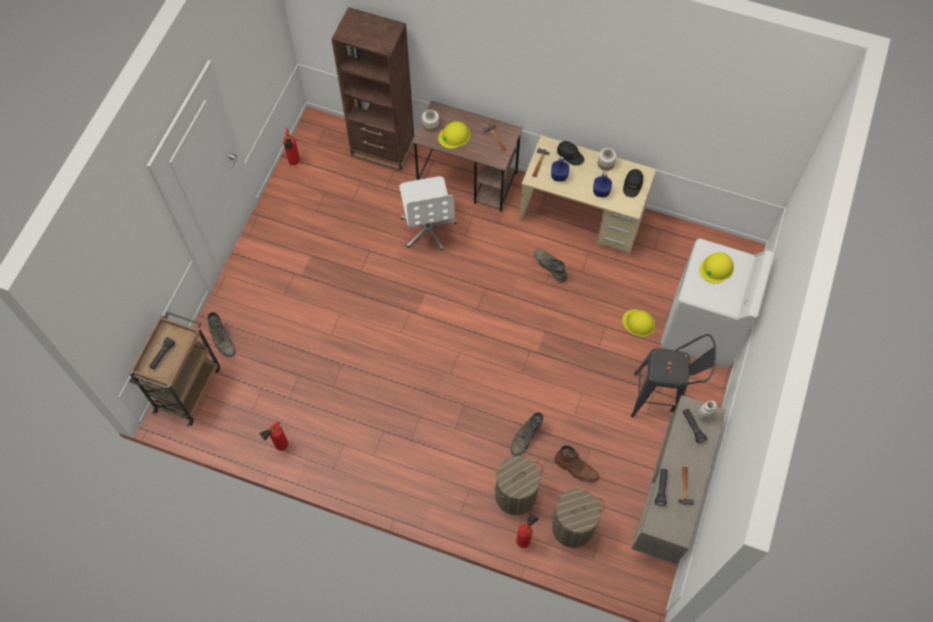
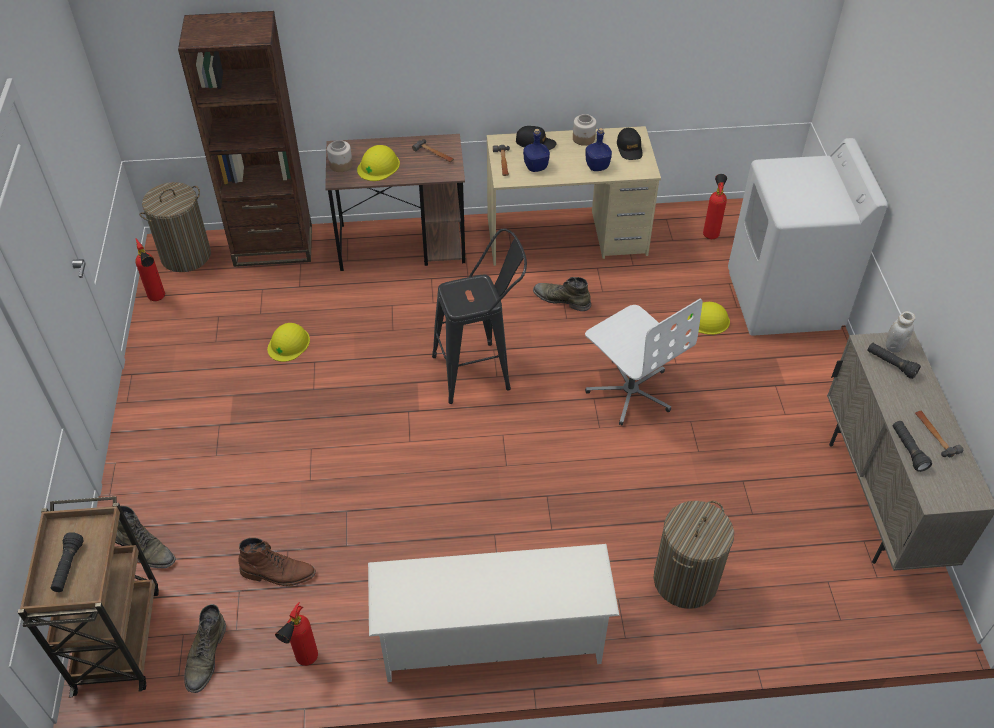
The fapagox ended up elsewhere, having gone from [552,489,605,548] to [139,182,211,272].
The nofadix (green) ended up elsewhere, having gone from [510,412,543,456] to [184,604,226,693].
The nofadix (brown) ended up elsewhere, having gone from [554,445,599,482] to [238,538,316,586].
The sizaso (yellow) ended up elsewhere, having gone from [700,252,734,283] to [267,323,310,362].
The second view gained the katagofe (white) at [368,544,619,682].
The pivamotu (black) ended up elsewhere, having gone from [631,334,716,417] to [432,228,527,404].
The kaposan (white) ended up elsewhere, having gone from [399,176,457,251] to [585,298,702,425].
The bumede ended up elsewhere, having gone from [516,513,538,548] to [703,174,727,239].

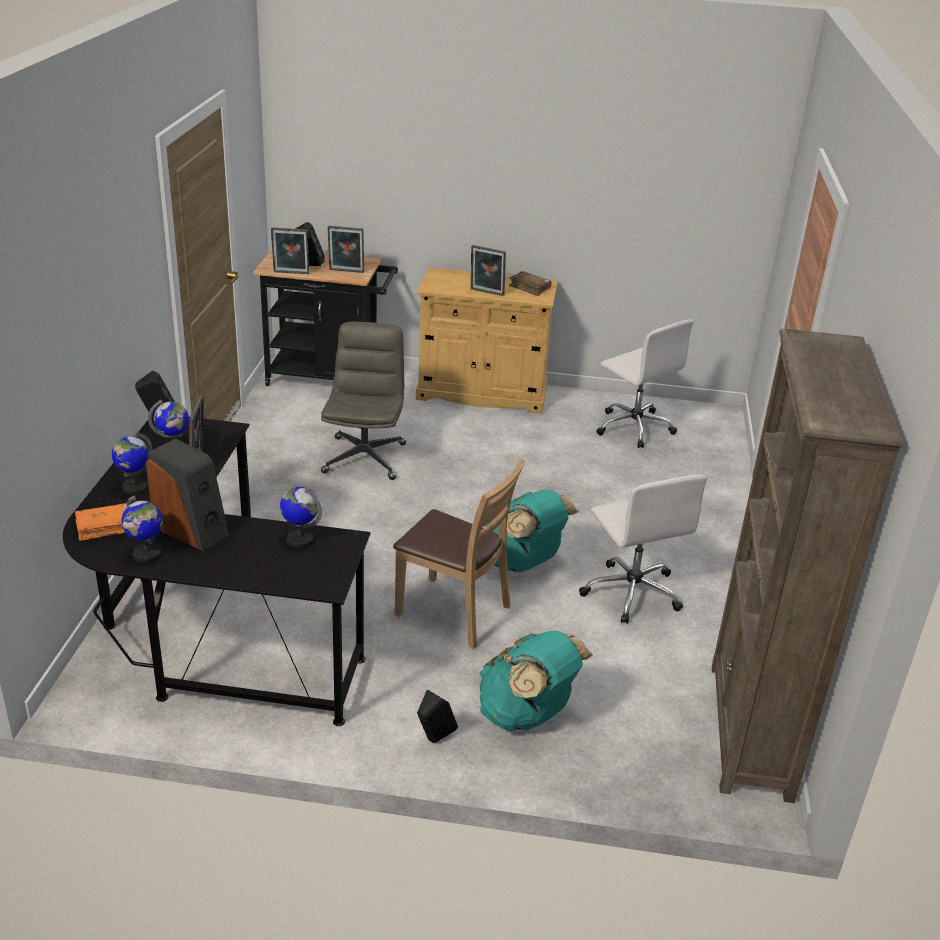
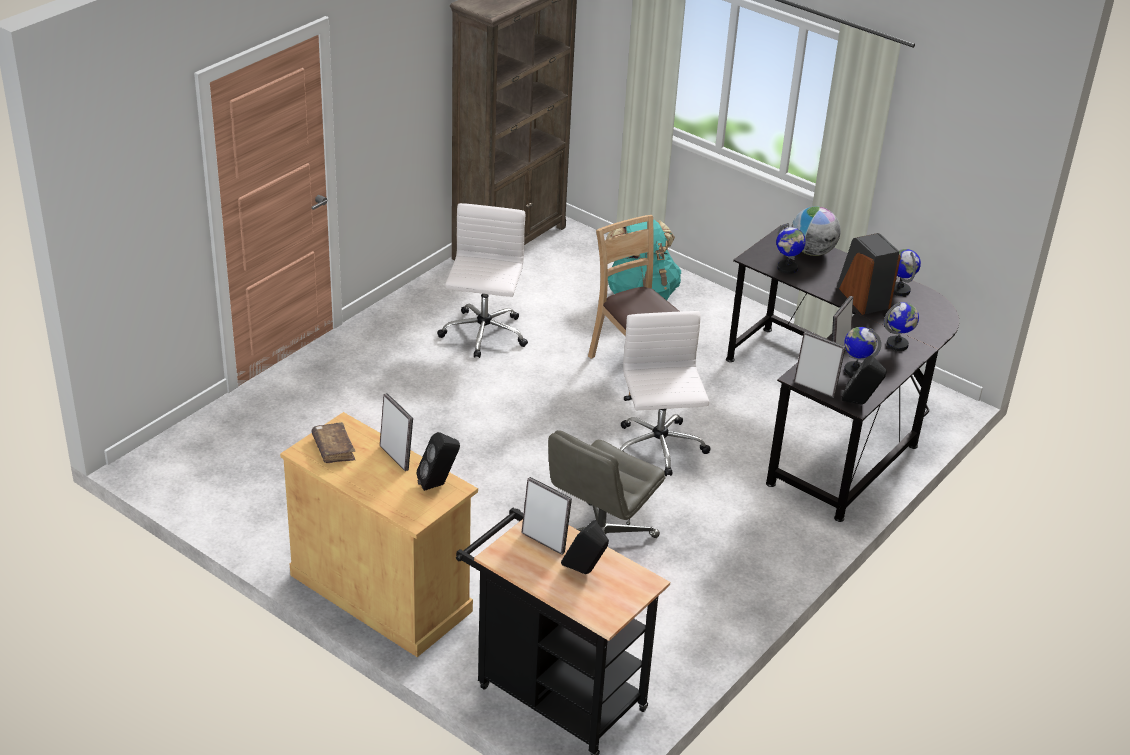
The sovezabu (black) ended up elsewhere, having gone from [417,690,458,743] to [416,432,460,491].
The kaposan (white) ended up elsewhere, having gone from [596,319,694,448] to [620,311,711,476].
The second view gained the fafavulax at [791,206,841,256].
The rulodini ended up elsewhere, having gone from [271,227,309,274] to [794,331,846,398].
The second view lost the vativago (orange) at [75,503,127,541].
The second view lost the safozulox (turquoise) at [486,489,578,572].

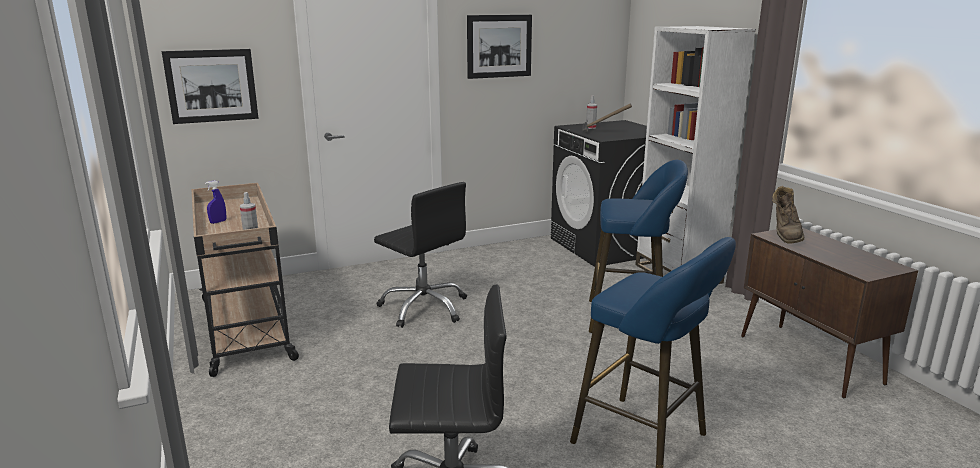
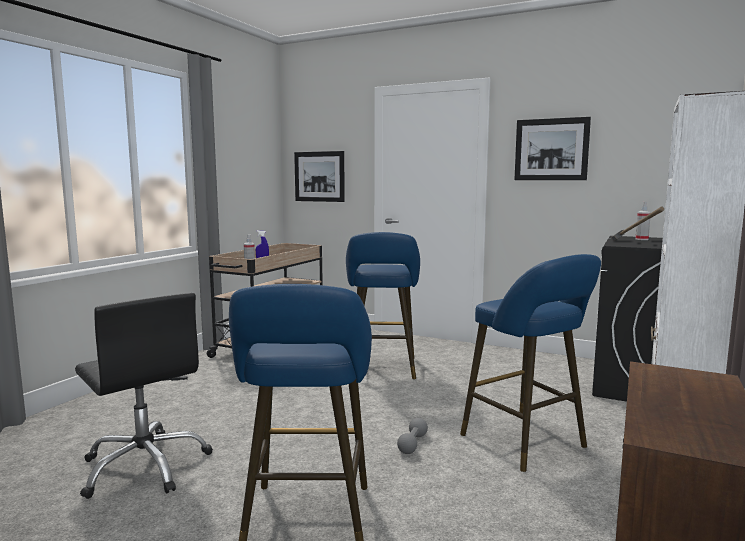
Where the kaposan (black) stood at [374,182,467,328], the pivamotu (blue) came to stand at [346,232,420,379].
The second view gained the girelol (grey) at [397,418,428,454].
The second view lost the nofadix (brown) at [772,186,804,244].

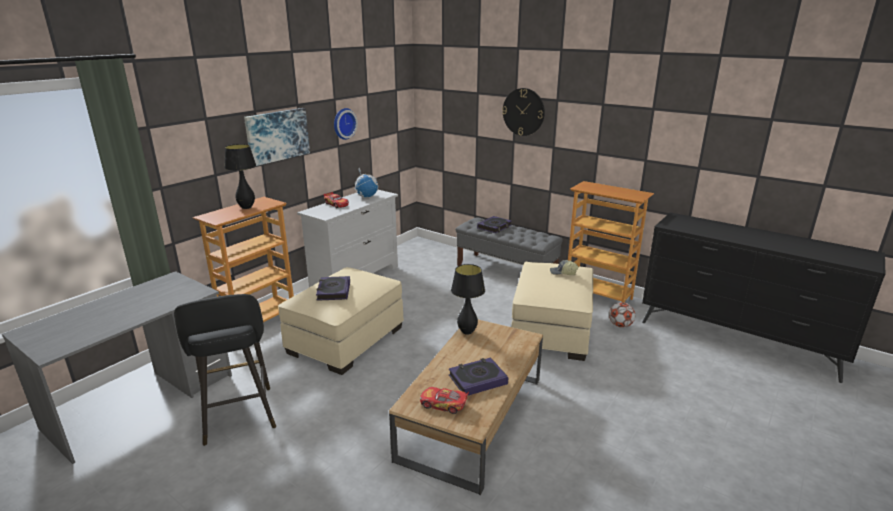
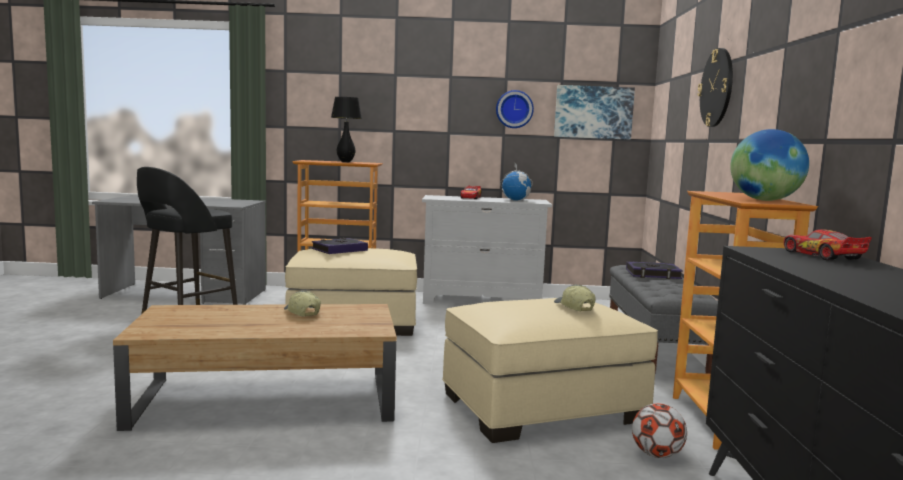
The second view gained the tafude at [284,290,321,317].
The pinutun ended up elsewhere, having gone from [244,108,310,166] to [554,85,635,140].
The second view gained the fafavulax at [730,129,809,201].
The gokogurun ended up elsewhere, having gone from [420,387,469,414] to [784,229,872,260].
The second view lost the vativago at [449,357,508,395].
The second view lost the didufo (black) at [451,264,485,335].

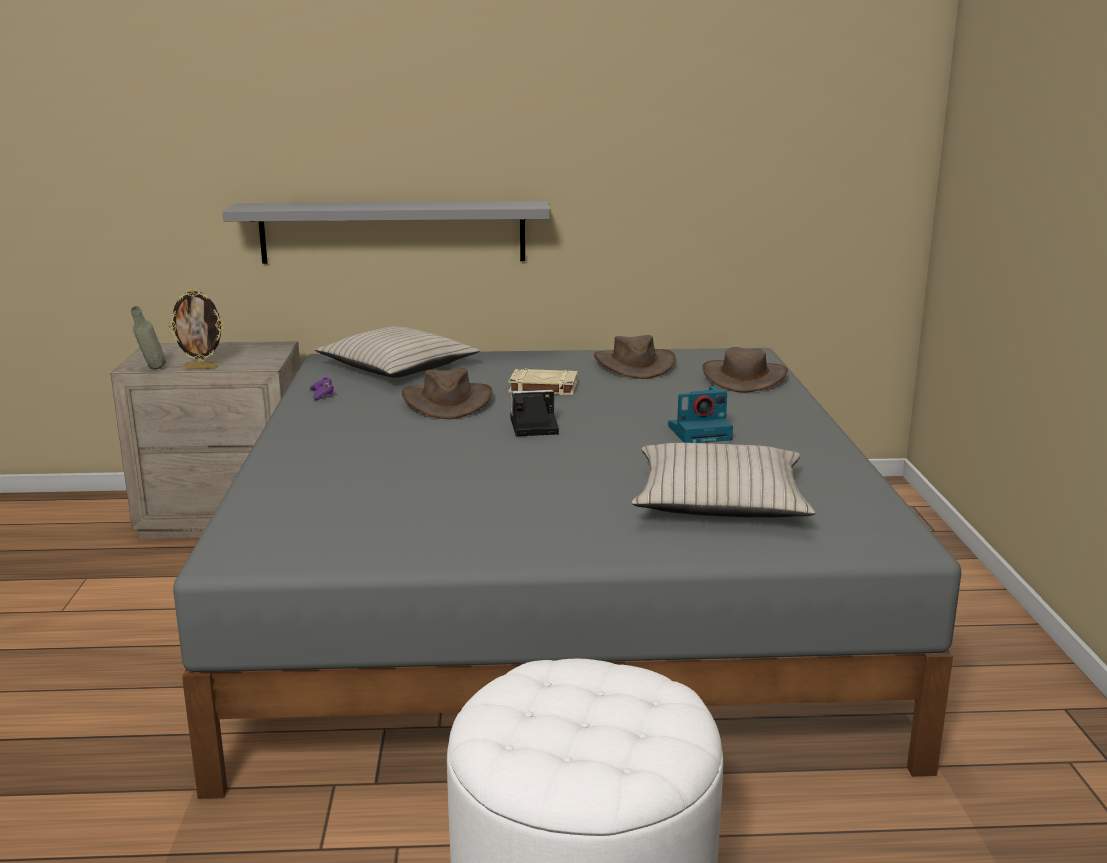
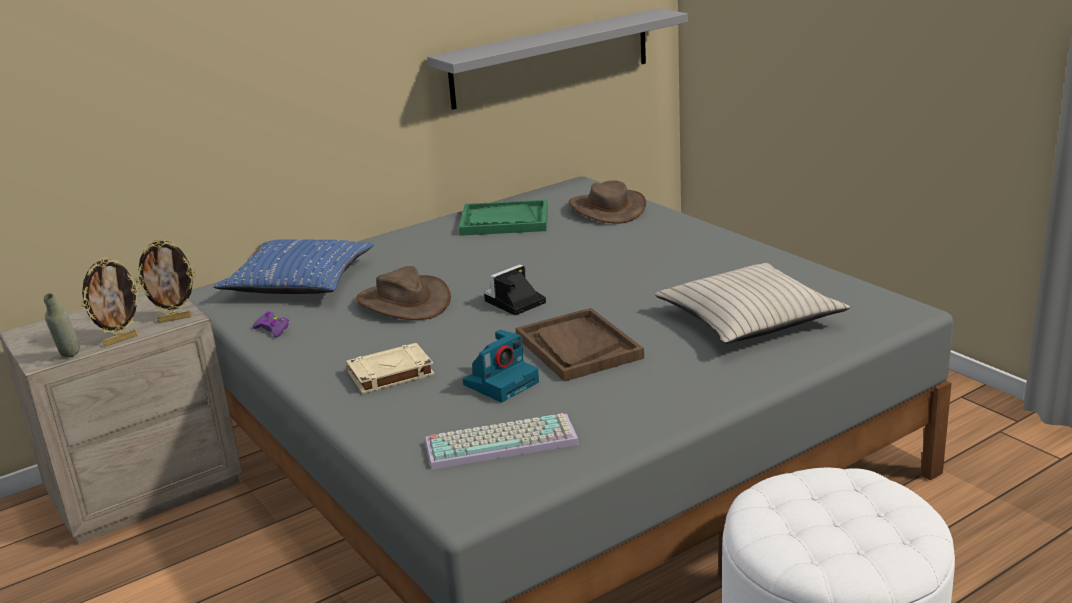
The second view gained the rulodini at [135,239,196,323].
What was the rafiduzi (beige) at [315,326,479,377] turned into the rafiduzi (blue) at [214,239,374,294].
The vativago (beige) ended up elsewhere, having gone from [508,369,578,395] to [346,343,435,394].
The second view gained the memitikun at [425,413,579,470].
The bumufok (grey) ended up elsewhere, having gone from [222,201,550,264] to [427,8,688,110].
Where the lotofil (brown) stood at [594,335,676,379], the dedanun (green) came to stand at [459,200,548,236].
The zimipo ended up elsewhere, having gone from [668,386,733,443] to [463,330,539,402].
The second view gained the dedanun (brown) at [516,308,644,382].

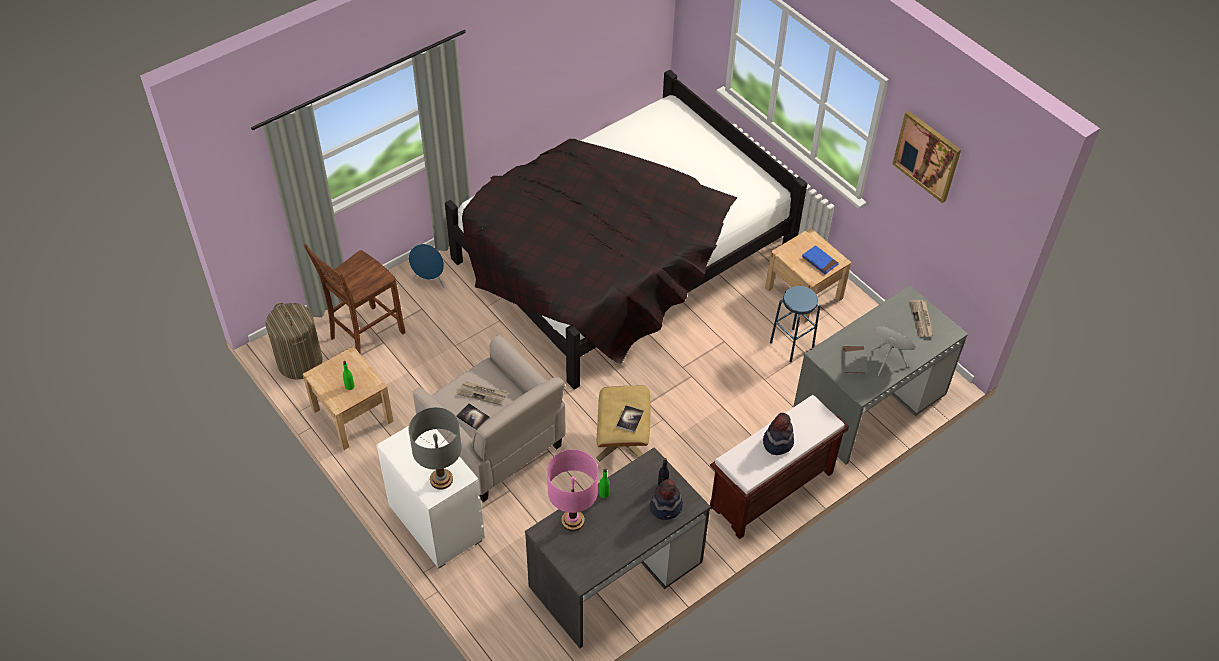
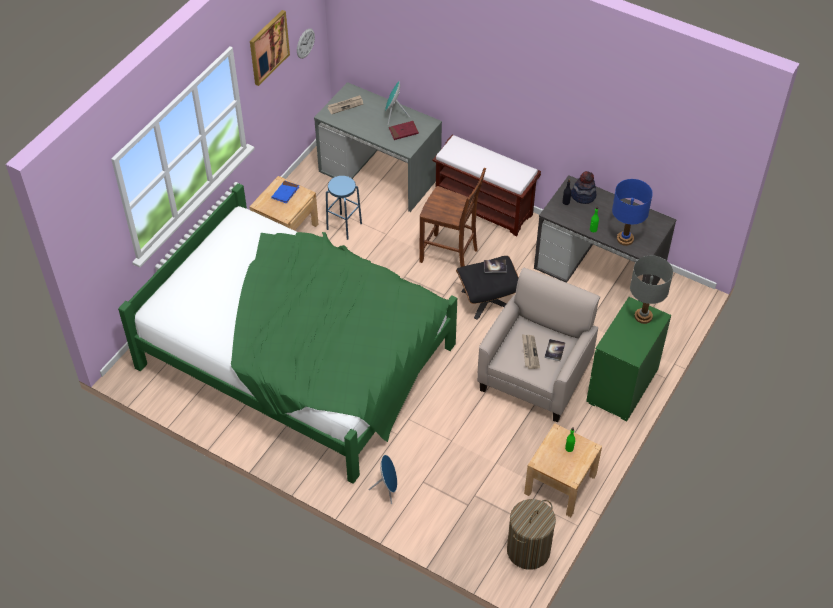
What was the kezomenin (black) at [445,70,807,390] turned into the kezomenin (green) at [118,183,457,484].
The second view gained the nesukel at [297,28,315,59].
What was the vativago (grey) at [842,346,868,375] turned into the vativago (red) at [389,121,419,140].
The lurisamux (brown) ended up elsewhere, having gone from [304,244,405,354] to [419,168,486,267].
What was the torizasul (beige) at [596,385,650,461] turned into the torizasul (black) at [456,256,519,320].
What was the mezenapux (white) at [377,426,485,569] turned into the mezenapux (green) at [586,297,671,422].
What was the didufo (pink) at [547,450,598,531] turned into the didufo (blue) at [612,179,653,246].
The second view lost the lotofil at [763,413,794,455].

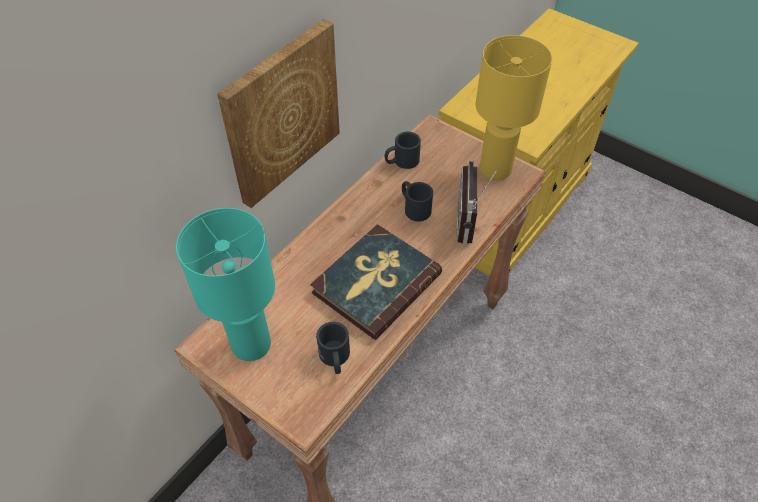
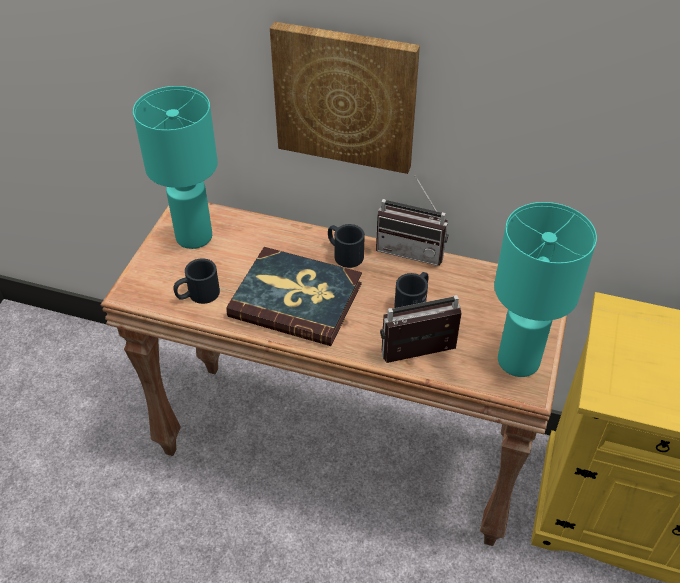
The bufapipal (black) ended up elsewhere, having gone from [385,132,421,169] to [328,224,365,268].
The second view gained the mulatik at [376,175,448,266].
What was the didufo (yellow) at [476,35,552,180] turned into the didufo (turquoise) at [494,202,597,377].

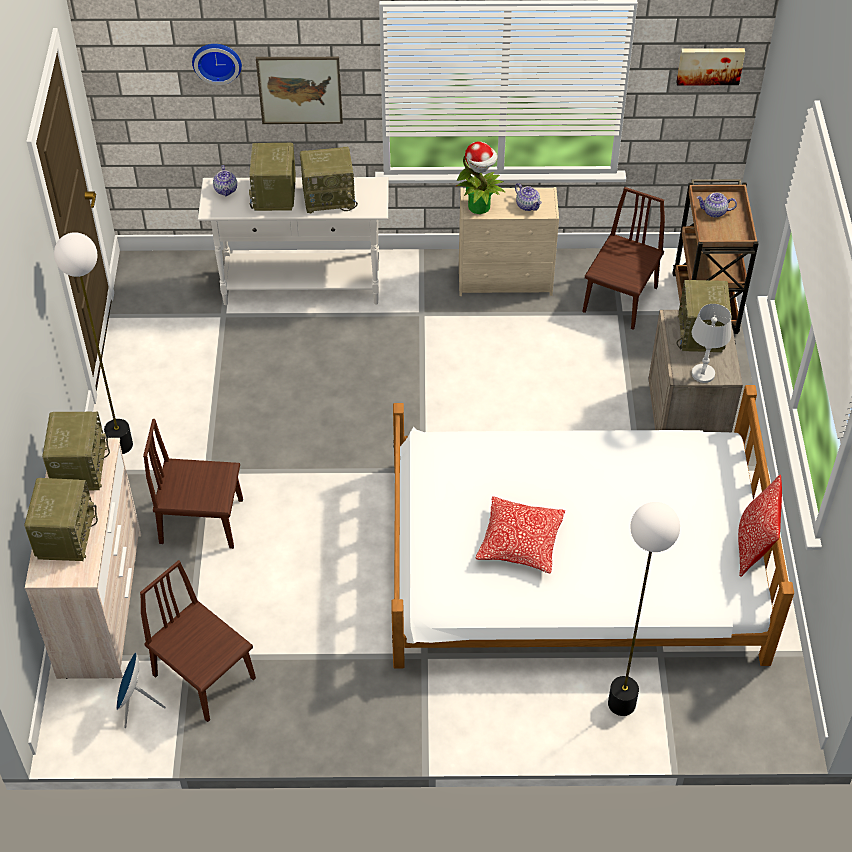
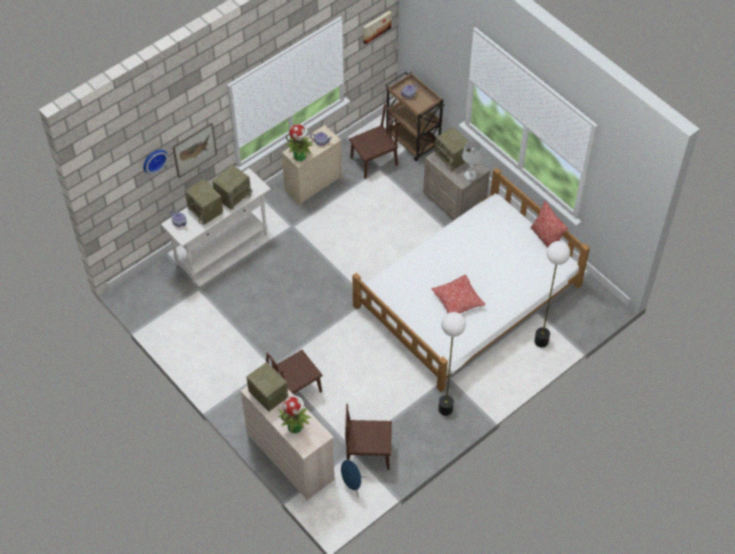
Where the mulatik stood at [24,478,98,561], the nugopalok came to stand at [278,396,311,433].
The lurisamux (brown) at [582,187,665,330] ended up facing another way, 75 degrees clockwise from before.
The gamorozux ended up elsewhere, having gone from [54,232,133,454] to [438,312,466,416].

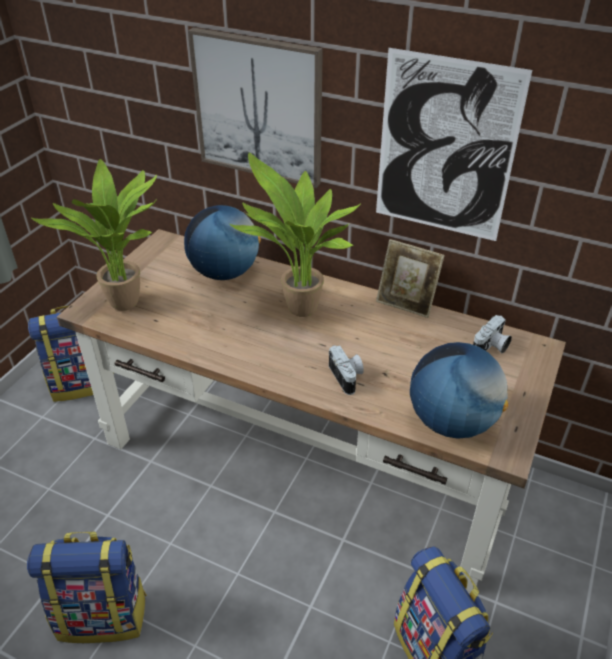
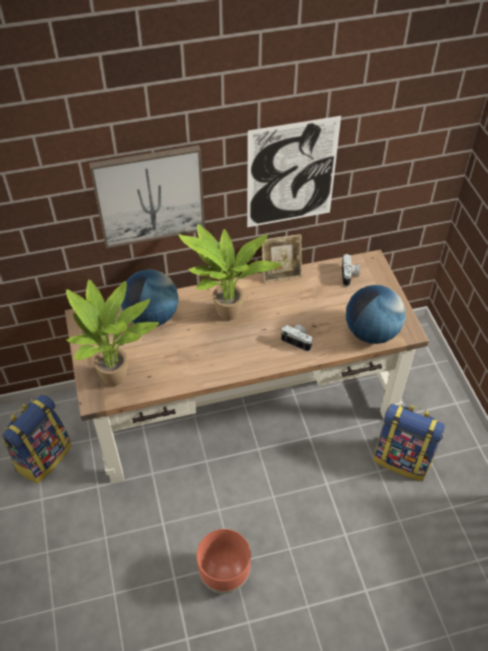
Where the safozulox stood at [27,531,147,643], the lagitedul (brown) came to stand at [197,529,251,594].

